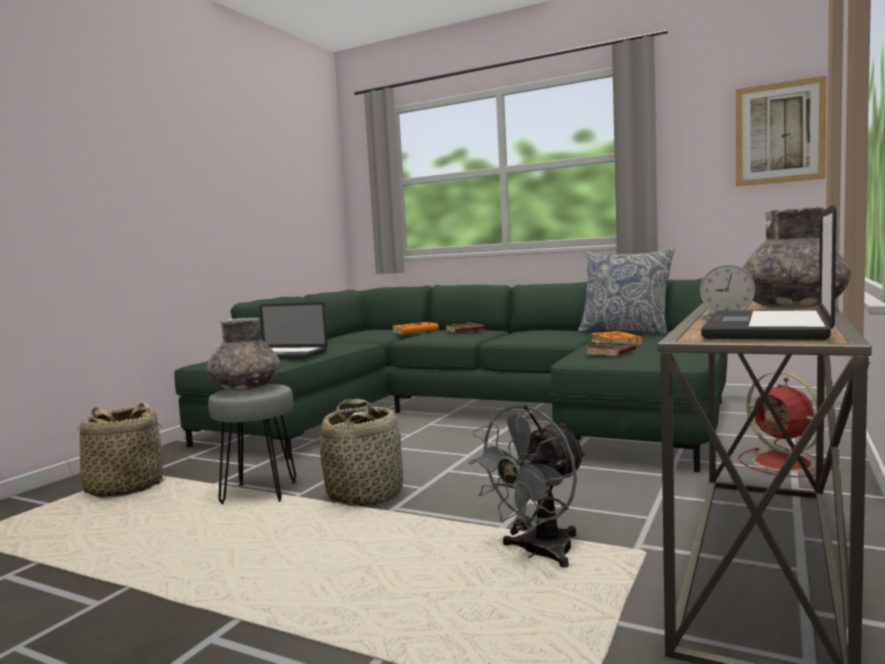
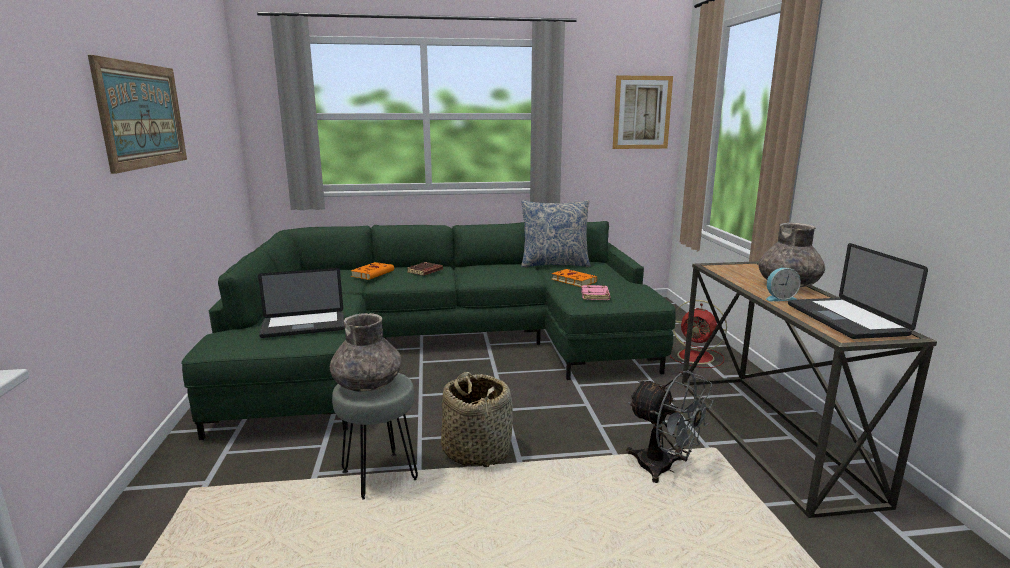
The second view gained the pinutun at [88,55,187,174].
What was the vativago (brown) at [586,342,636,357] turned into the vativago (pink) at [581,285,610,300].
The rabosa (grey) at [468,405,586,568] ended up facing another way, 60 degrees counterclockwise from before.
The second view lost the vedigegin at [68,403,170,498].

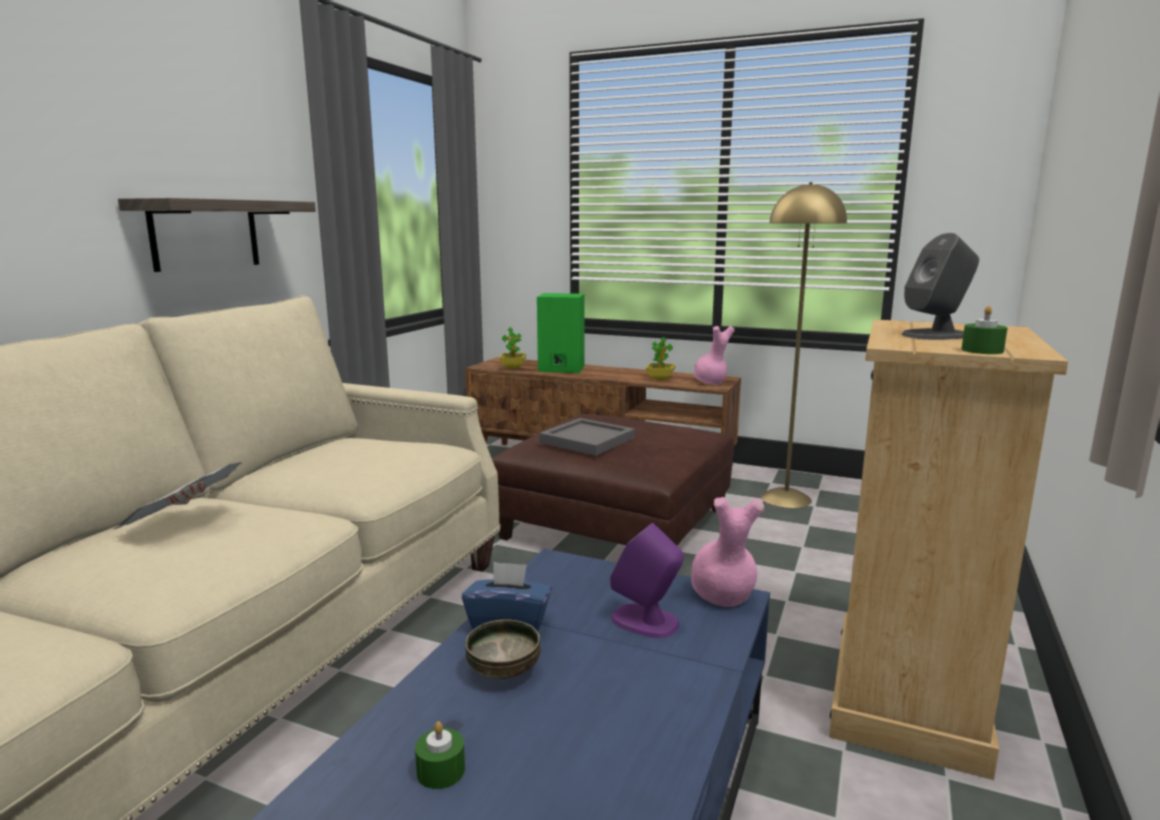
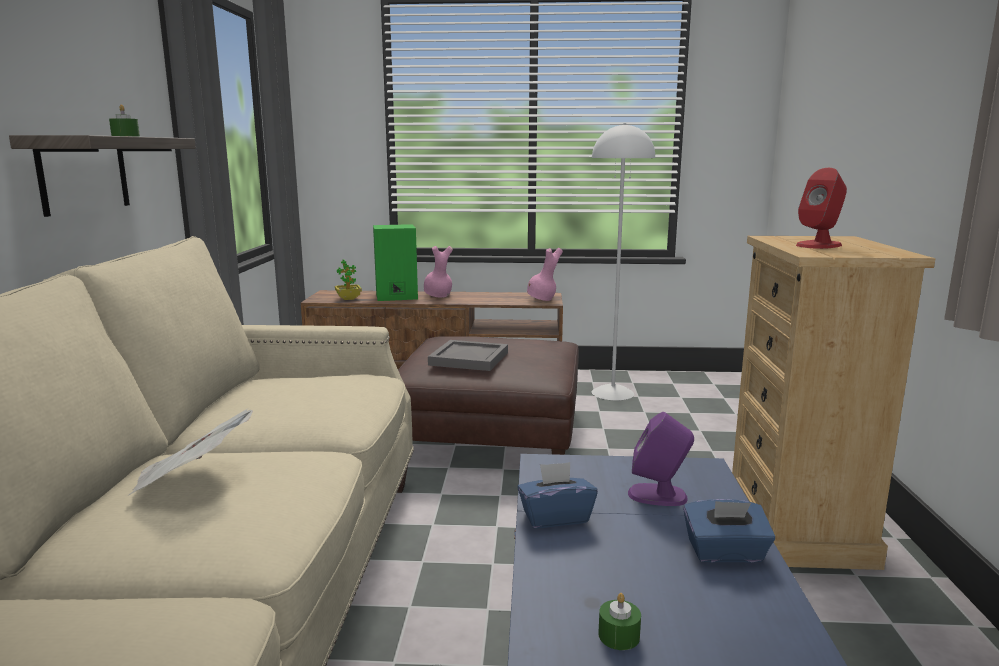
The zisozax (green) ended up elsewhere, having gone from [961,306,1008,354] to [109,104,140,137].
The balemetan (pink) ended up elsewhere, having gone from [691,497,764,607] to [424,246,453,298].
What was the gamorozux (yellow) at [761,182,847,508] turned into the gamorozux (white) at [592,123,655,401].
The second view gained the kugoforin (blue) at [683,499,775,562].
What was the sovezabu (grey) at [902,233,979,340] turned into the sovezabu (red) at [796,168,847,249].
The second view lost the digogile at [465,619,540,679].
The second view lost the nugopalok at [646,337,675,380].

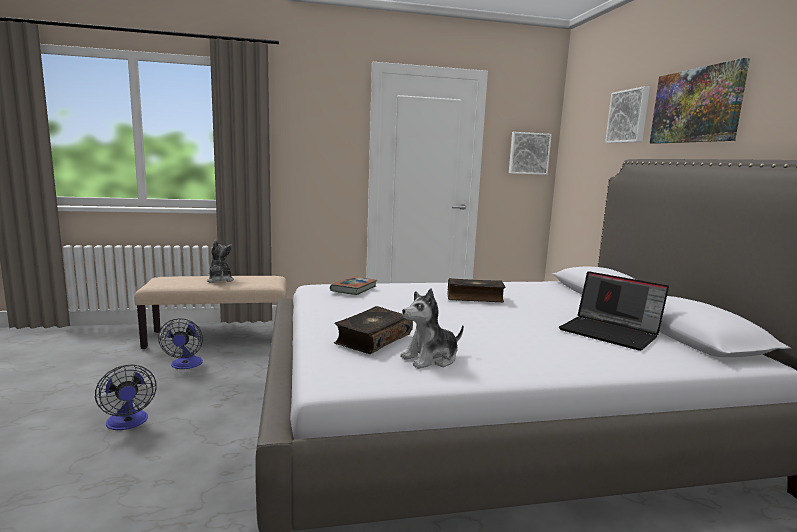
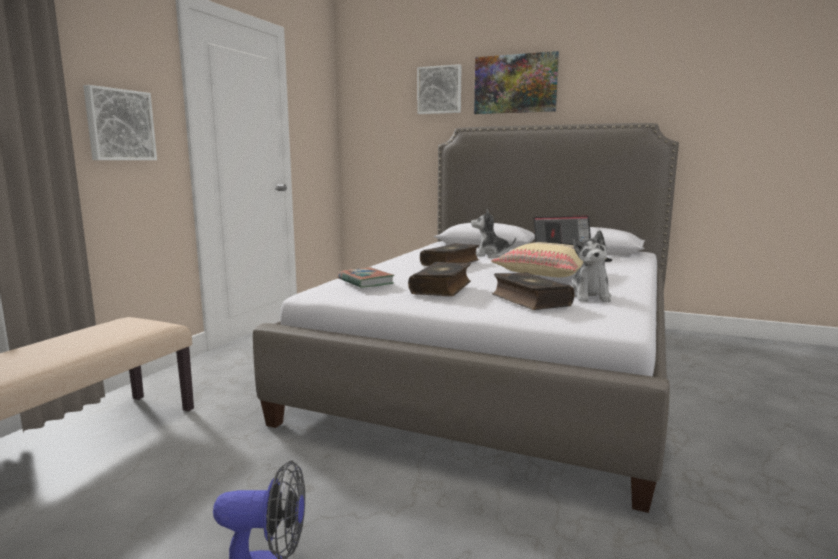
The pinutun ended up elsewhere, having gone from [509,132,552,175] to [83,85,157,160].
The second view gained the vativago at [408,262,471,296].
The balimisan ended up elsewhere, having gone from [207,240,234,283] to [471,209,516,258].
The second view gained the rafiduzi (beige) at [491,242,607,277].
The second view lost the rabosa at [158,319,203,369].

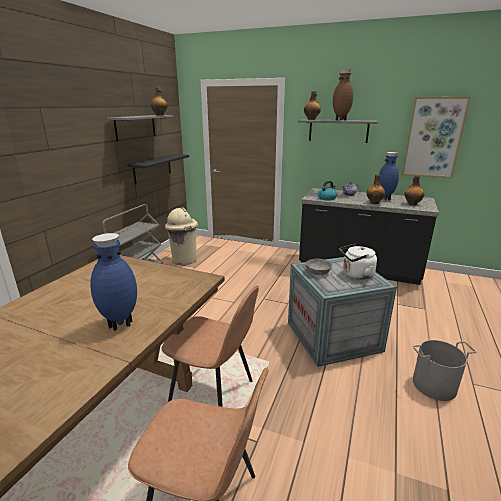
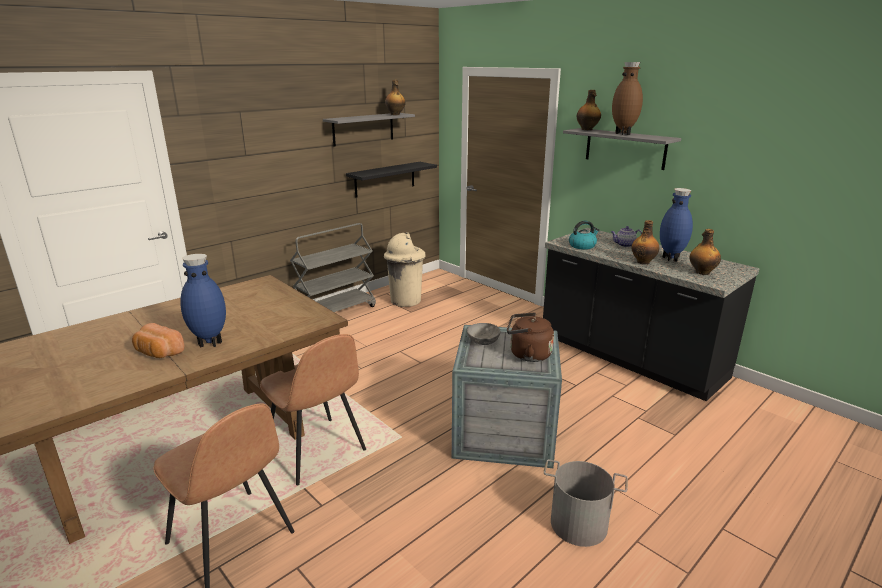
The second view gained the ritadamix at [132,323,184,358].
What was the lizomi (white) at [339,244,377,280] turned into the lizomi (brown) at [507,312,554,362].
The second view lost the pinutun at [402,96,471,178].

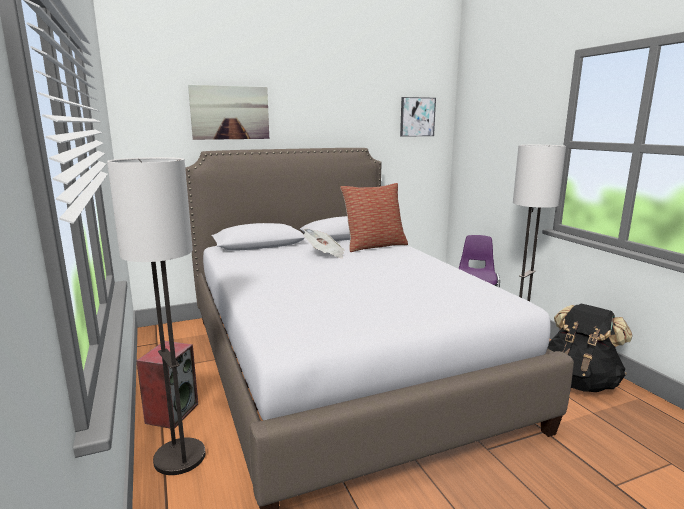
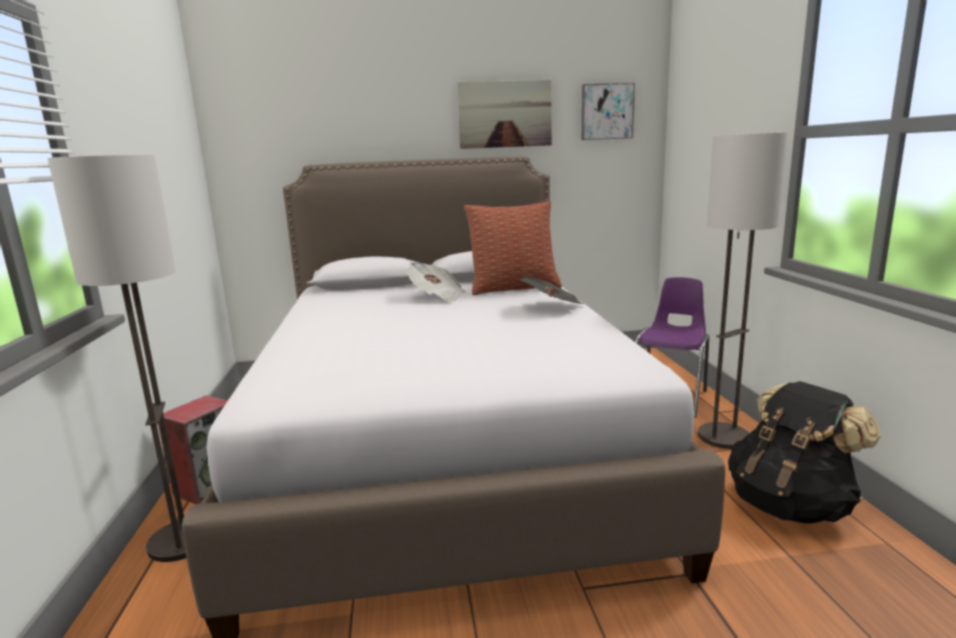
The pinutun ended up elsewhere, having gone from [188,85,269,140] to [457,80,552,149].
The second view gained the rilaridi at [519,277,585,304].

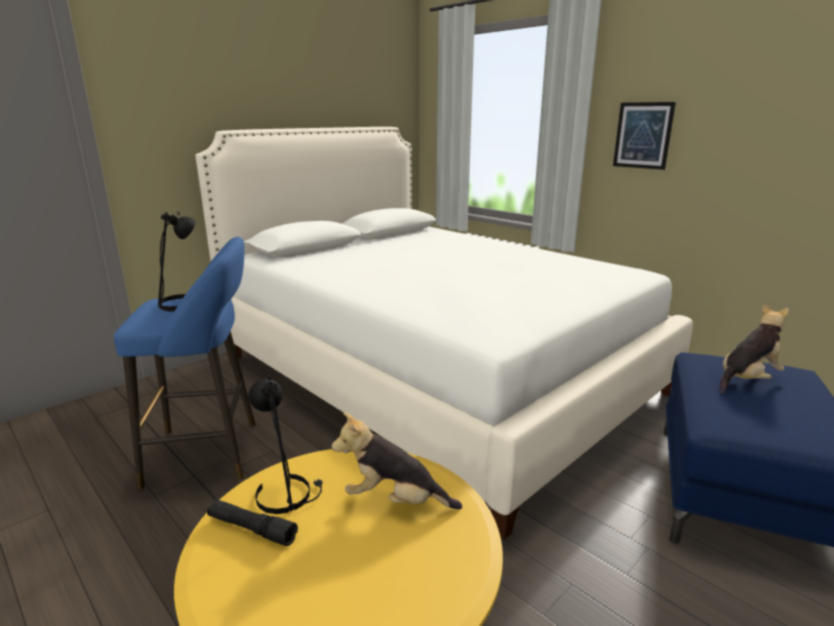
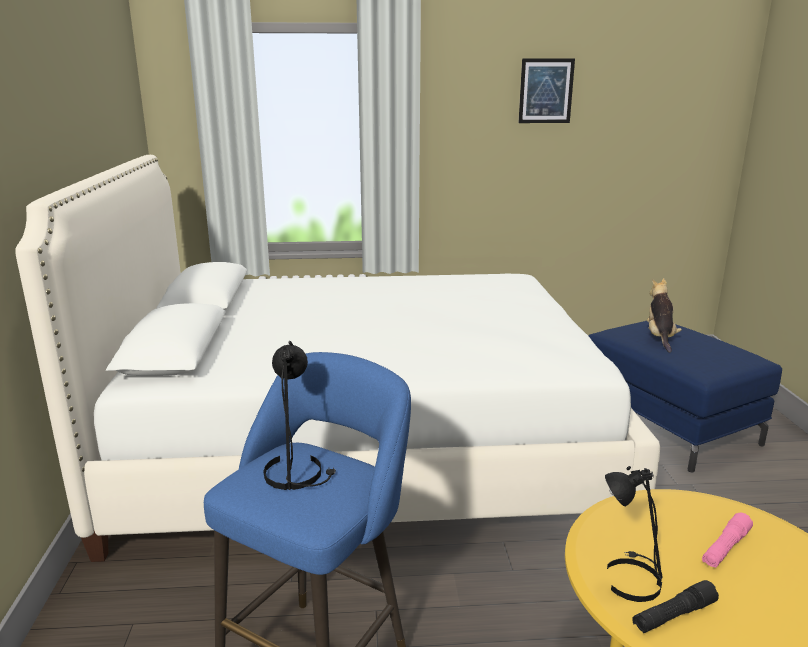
The pinutun ended up elsewhere, having gone from [613,102,676,170] to [519,58,575,123].
The second view gained the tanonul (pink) at [702,512,753,568].
The second view lost the balimisan at [332,412,462,509].

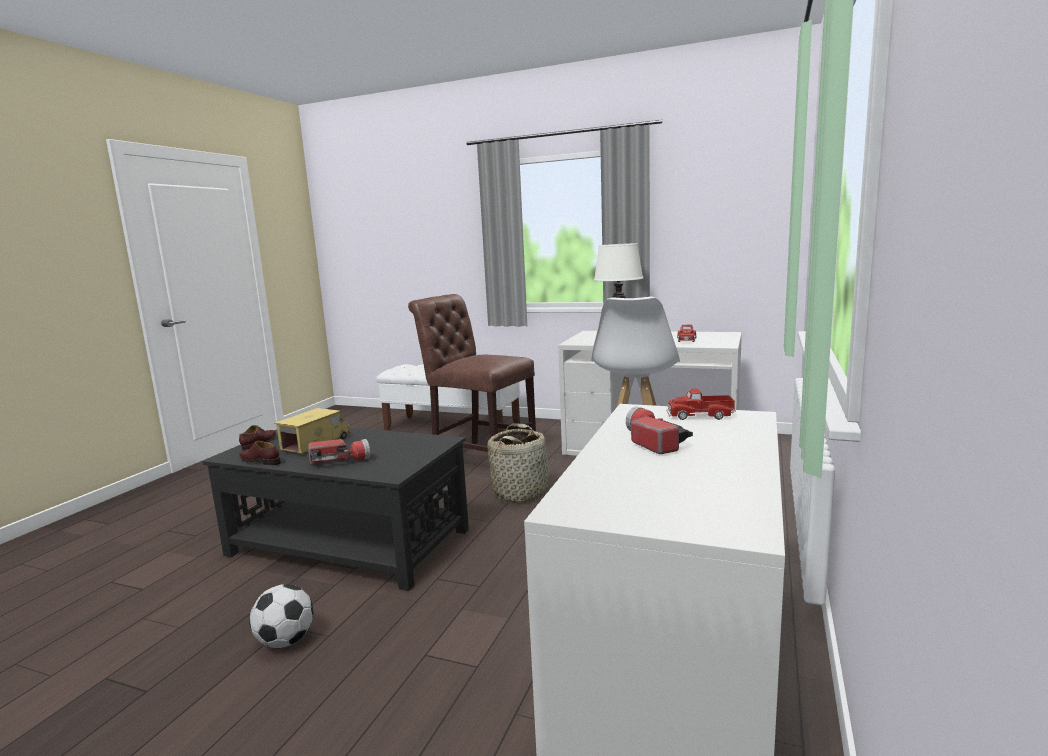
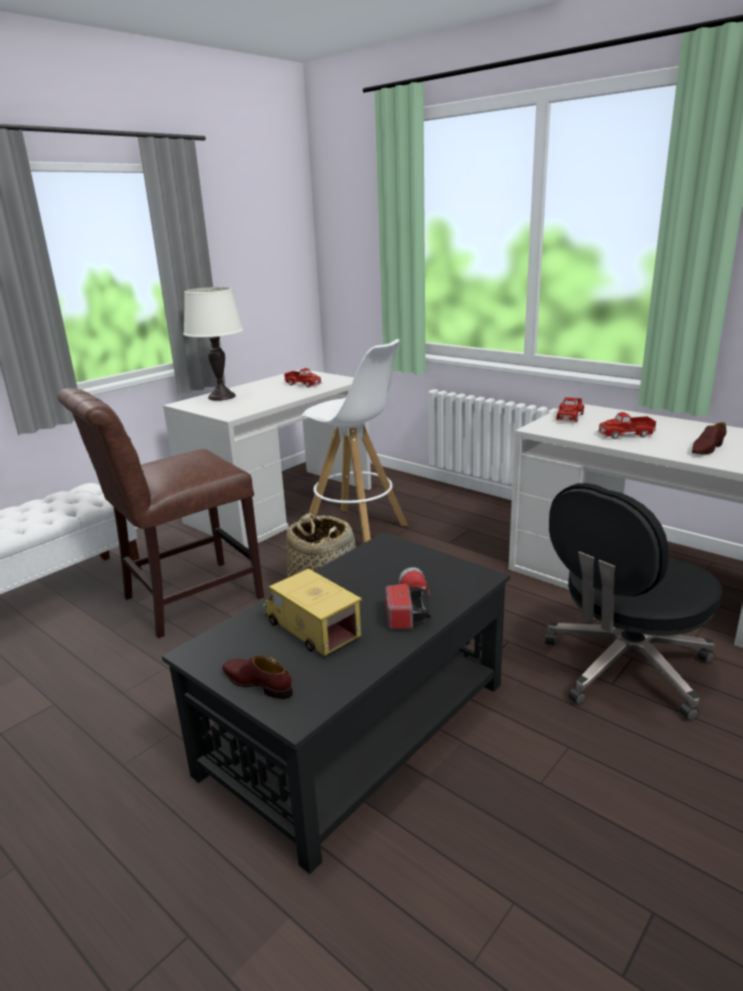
The second view gained the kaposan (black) at [545,483,722,720].
Where the tanonul stood at [626,407,693,454], the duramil came to stand at [597,412,656,439].
The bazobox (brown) ended up elsewhere, having gone from [239,441,281,466] to [692,422,726,455].
The second view lost the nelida at [249,584,313,648].

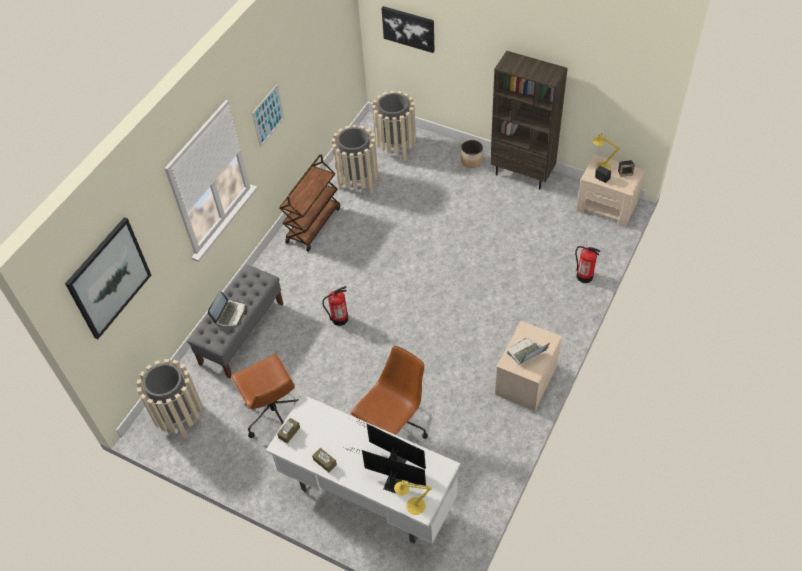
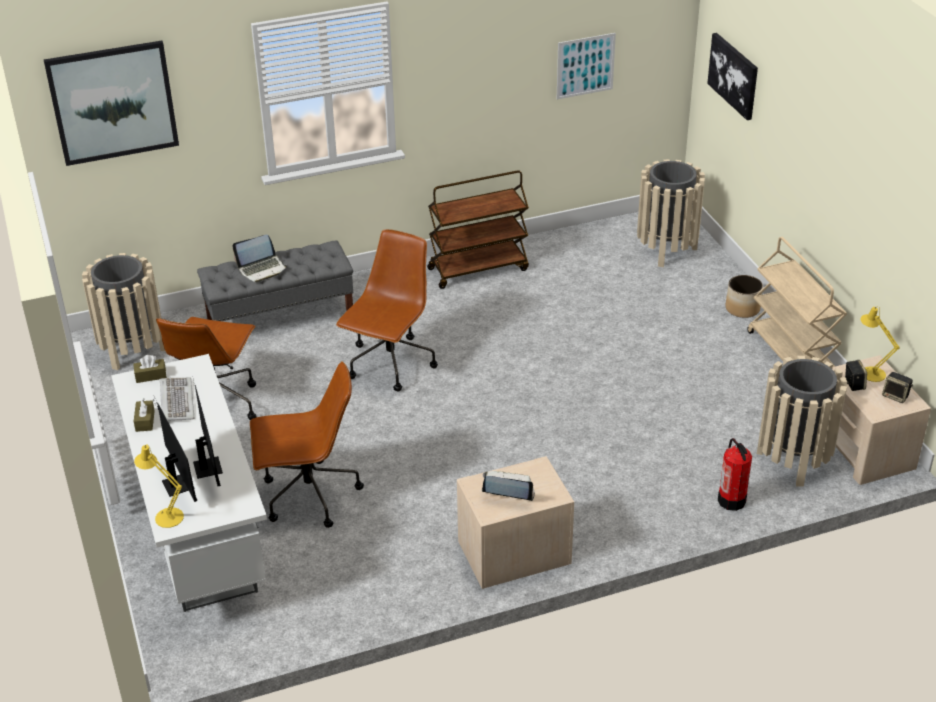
The second view gained the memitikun at [160,377,194,421].
Where the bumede stood at [322,286,348,326], the kaposan (brown) came to stand at [336,229,438,392].
The pinutun ended up elsewhere, having gone from [252,84,284,147] to [557,33,616,99].
Where the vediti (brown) stood at [490,51,568,190], the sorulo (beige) came to stand at [747,237,847,367].
The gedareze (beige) ended up elsewhere, having gone from [332,125,378,195] to [757,356,847,487].

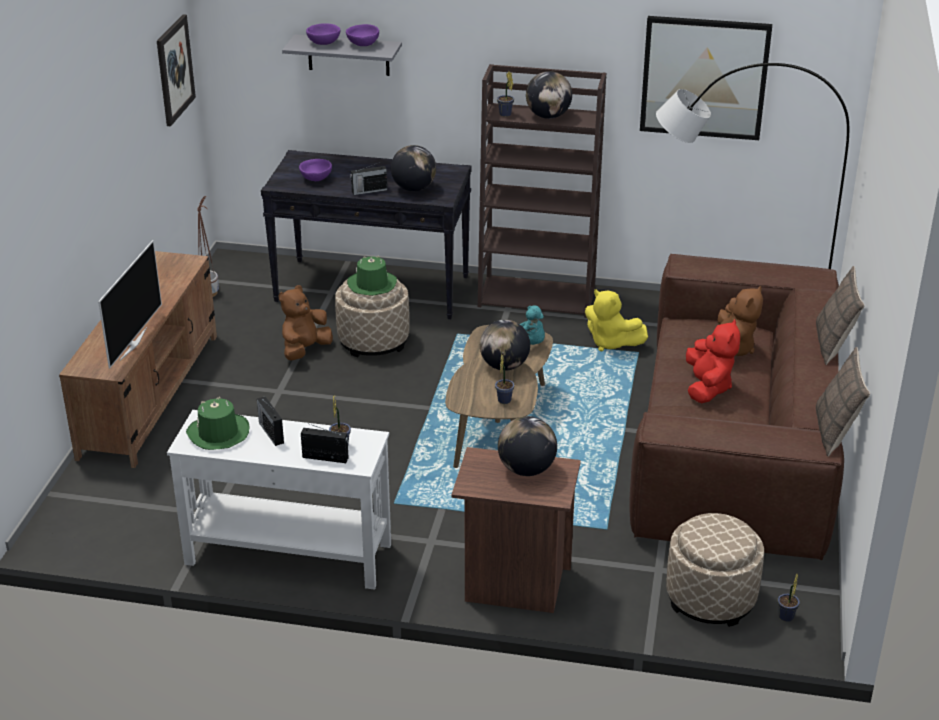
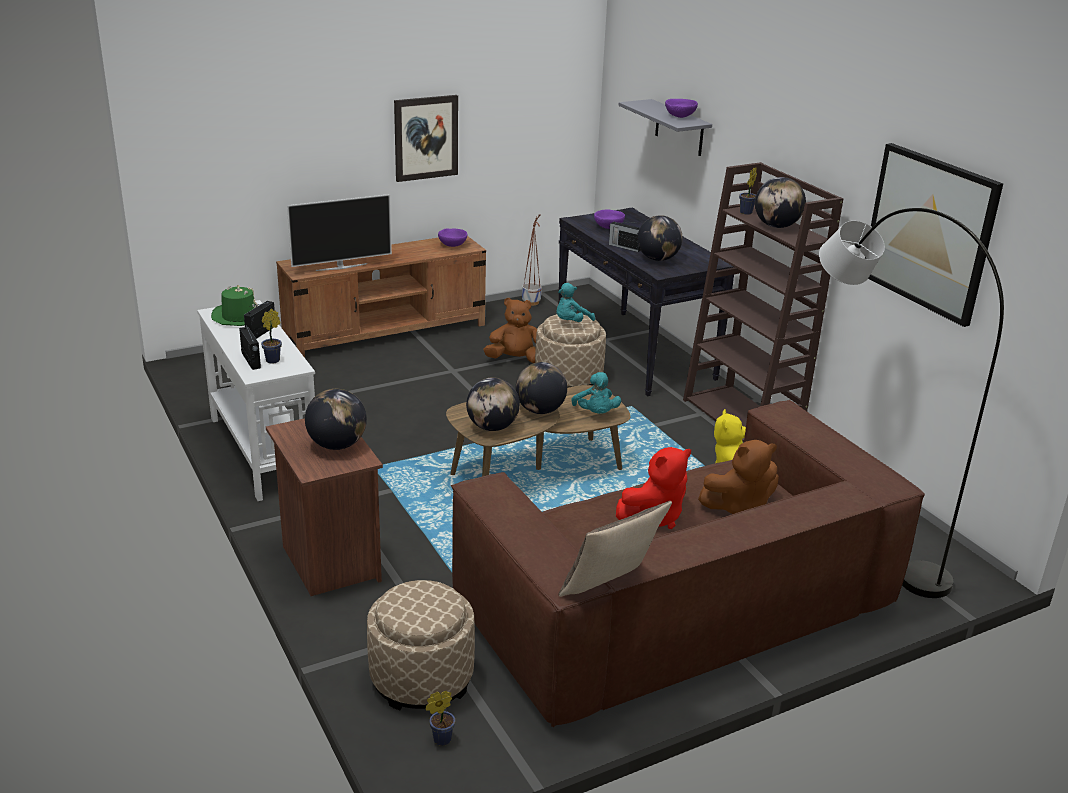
The pinutun ended up elsewhere, having gone from [157,14,196,127] to [394,95,458,182].
The digogile (purple) ended up elsewhere, having gone from [306,24,340,45] to [438,228,467,247].
Where the nugopalok stood at [495,353,515,404], the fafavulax came to stand at [466,377,520,431].
Where the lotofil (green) stood at [347,256,397,296], the balimisan (turquoise) came to stand at [557,283,595,322].
The second view lost the rafiduzi at [816,266,865,365].

